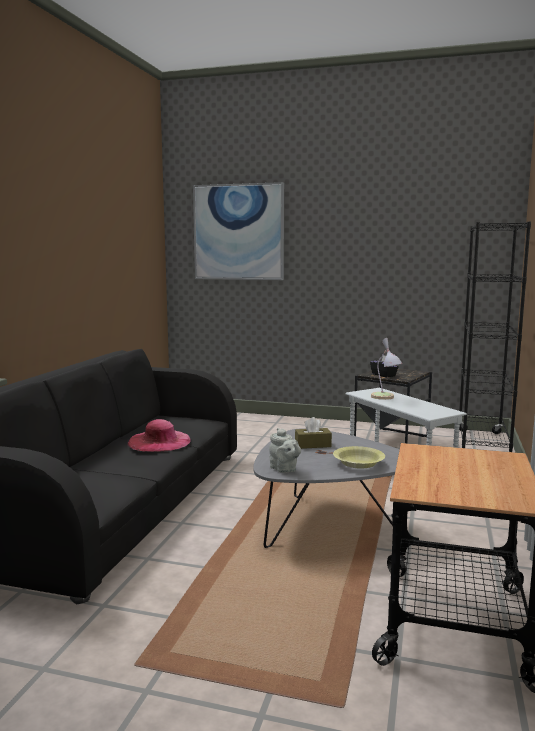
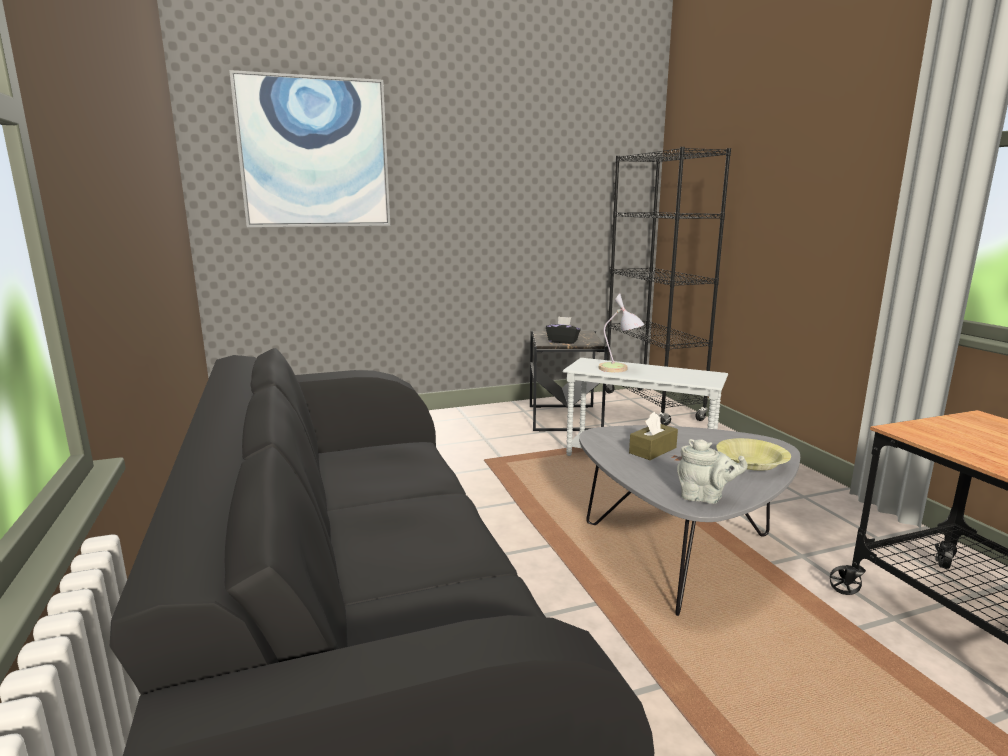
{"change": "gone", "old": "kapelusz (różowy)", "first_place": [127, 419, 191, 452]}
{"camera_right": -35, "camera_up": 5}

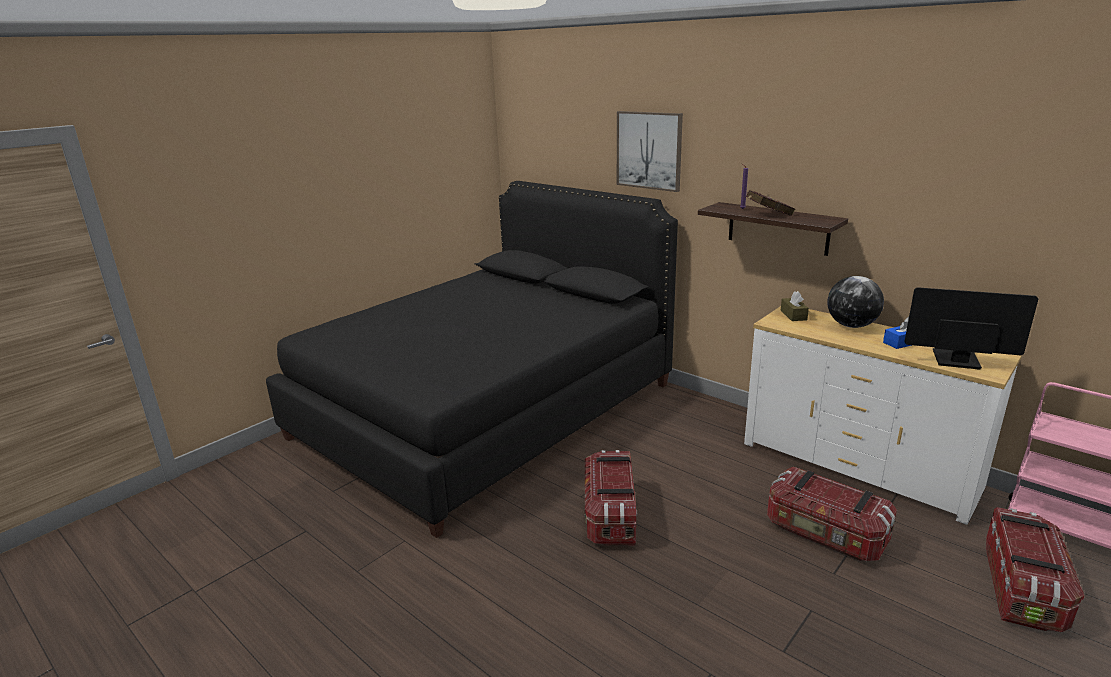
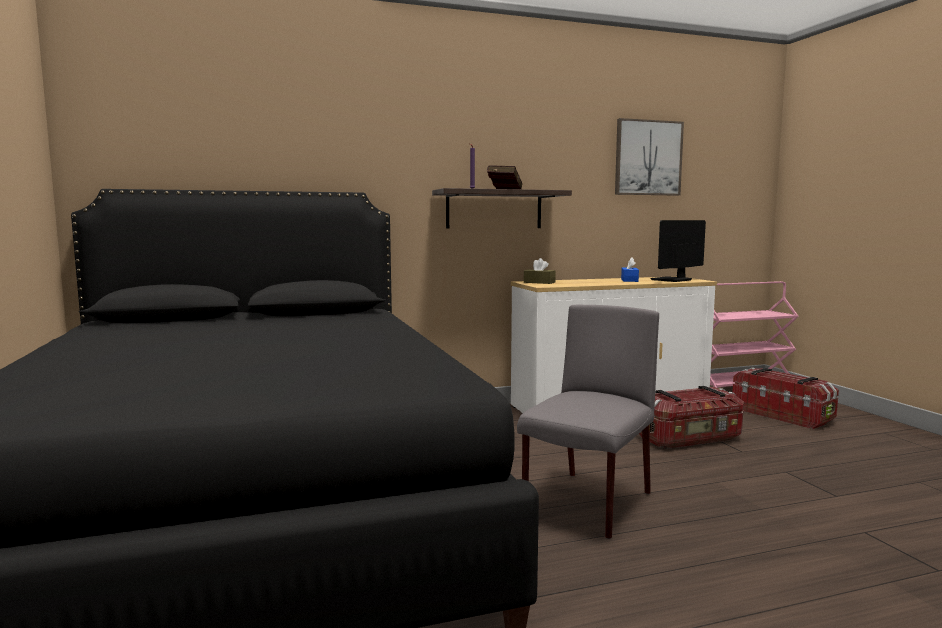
{"change": "shifted", "old": "obraz", "first_place": [617, 111, 683, 192], "second_place": [615, 118, 684, 196]}
{"change": "gone", "old": "globus", "first_place": [827, 276, 884, 328]}
{"change": "swapped", "old": "pojemnik do przechowywania", "new": "krzesło (szary)", "first_place": [585, 450, 637, 546], "second_place": [517, 305, 659, 539]}
{"camera_right": -60, "camera_up": -15}

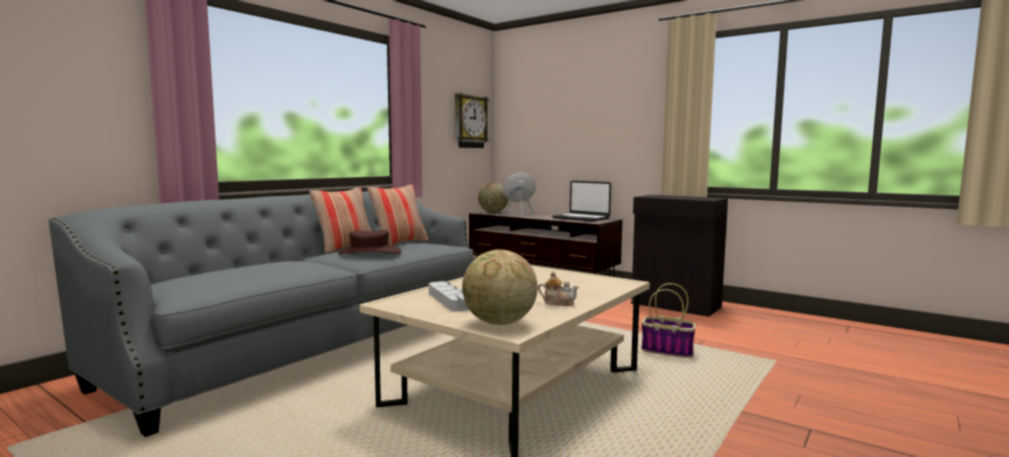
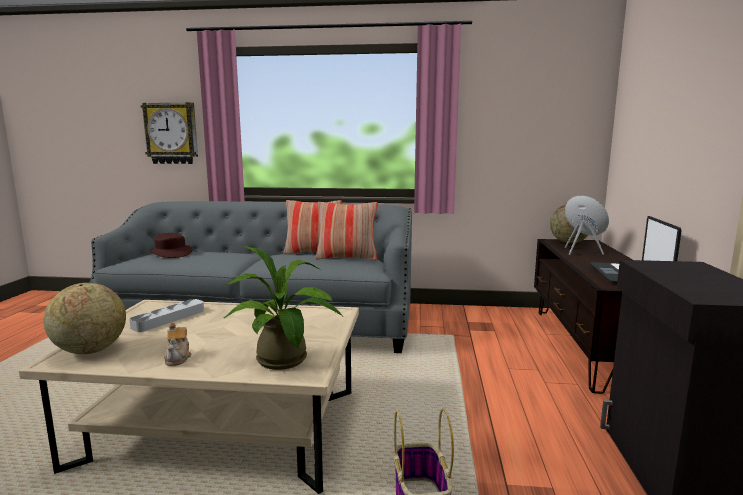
{"change": "shifted", "old": "zegar ścienny", "first_place": [455, 93, 489, 148], "second_place": [141, 102, 198, 164]}
{"change": "shifted", "old": "kapelusz (brązowy)", "first_place": [338, 230, 401, 255], "second_place": [150, 233, 192, 258]}
{"change": "new", "new": "roślina doniczkowa", "second_place": [224, 246, 342, 370]}
{"camera_right": 60, "camera_up": 5}

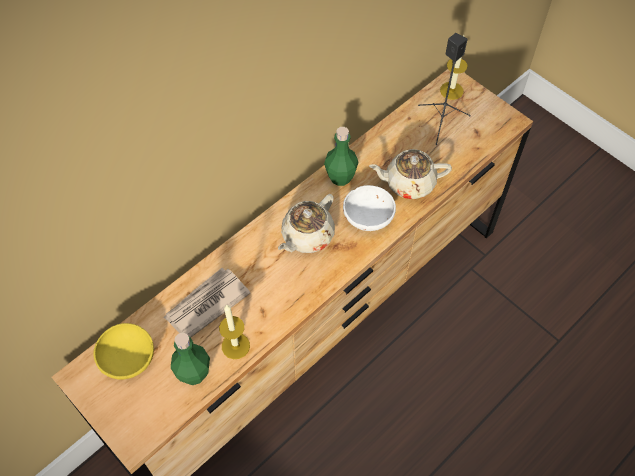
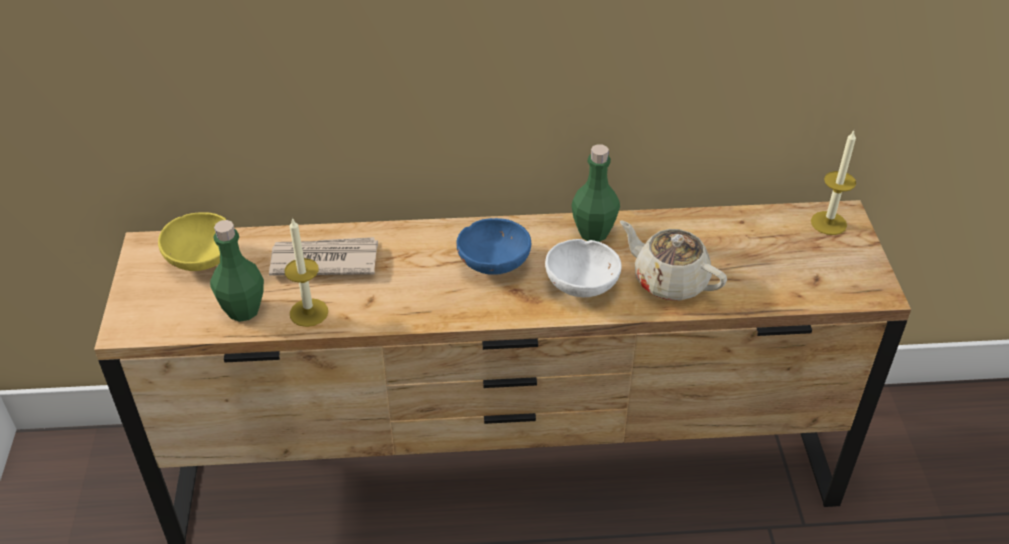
{"change": "gone", "old": "głośnik (czarny)", "first_place": [418, 33, 471, 145]}
{"change": "swapped", "old": "imbryk (beżowy)", "new": "miska (niebieski)", "first_place": [278, 194, 335, 253], "second_place": [456, 218, 531, 275]}
{"camera_right": 40, "camera_up": -15}

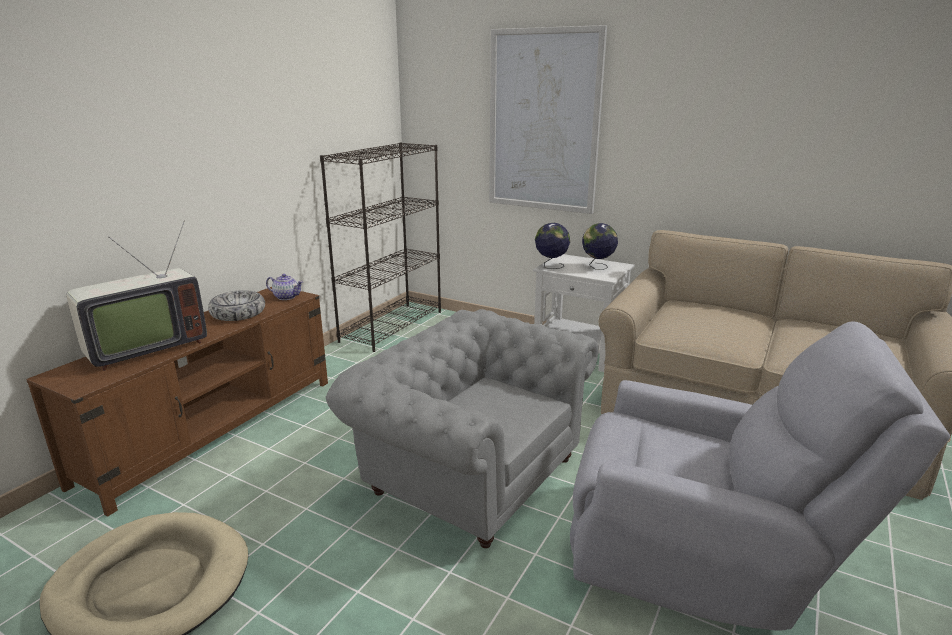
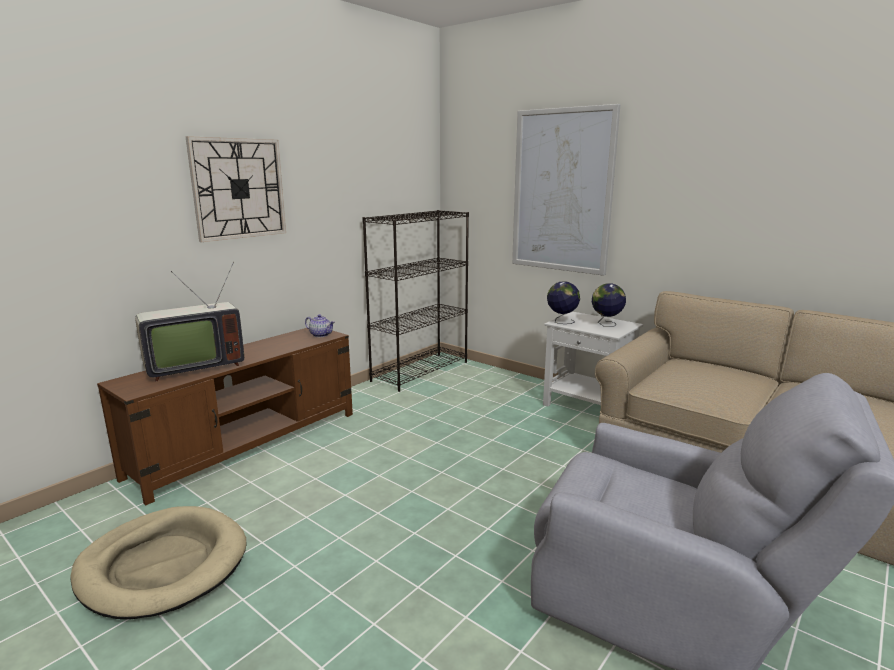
{"change": "gone", "old": "miska", "first_place": [208, 290, 265, 321]}
{"change": "gone", "old": "fotel (szary)", "first_place": [326, 309, 598, 548]}
{"change": "new", "new": "zegar ścienny", "second_place": [186, 136, 286, 242]}
{"camera_right": 10, "camera_up": -5}

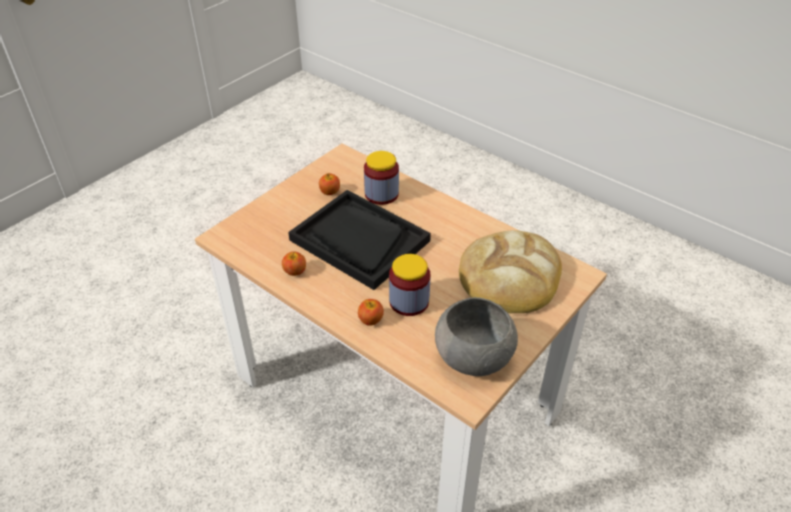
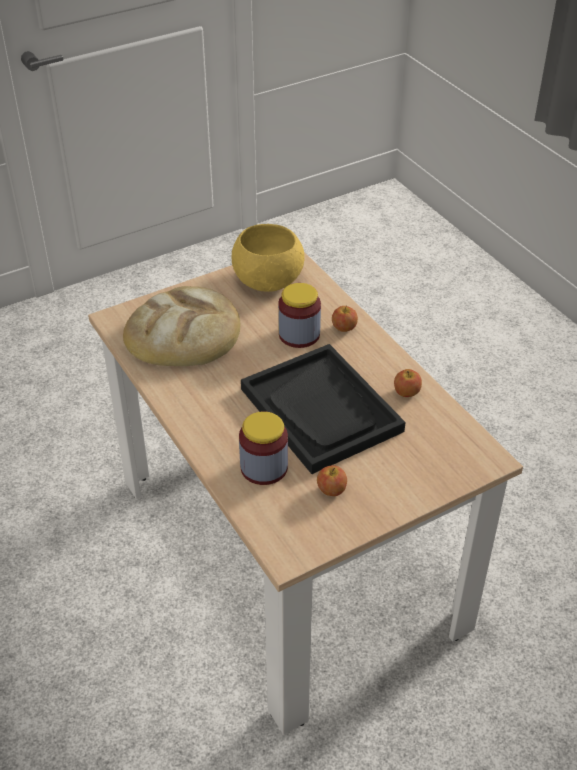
{"change": "repainted", "old": "miska (szary)", "new": "miska (żółty)", "first_place": [435, 297, 518, 376], "second_place": [231, 224, 304, 292]}
{"camera_right": -160, "camera_up": 0}

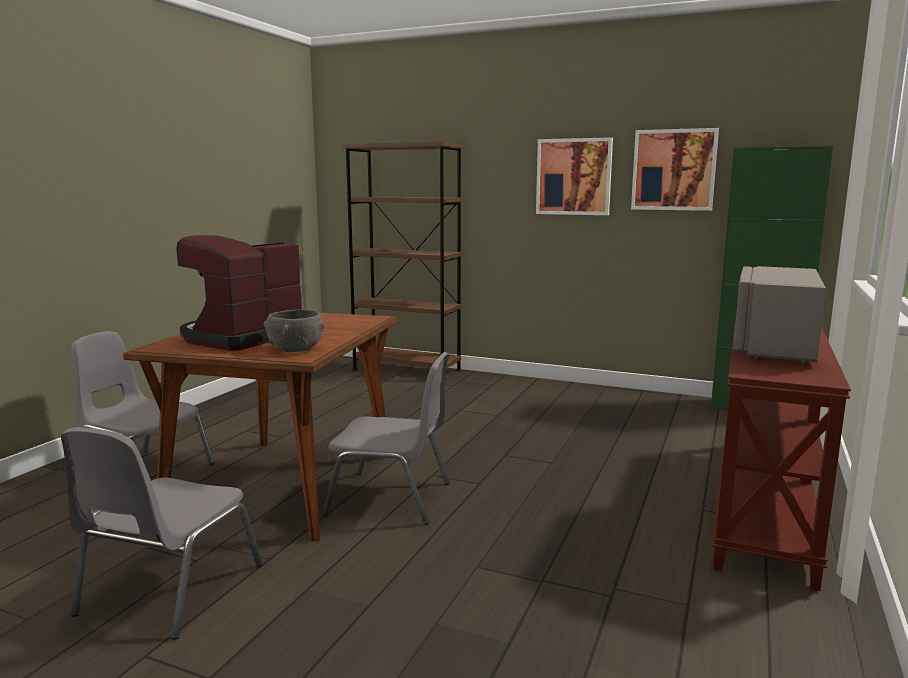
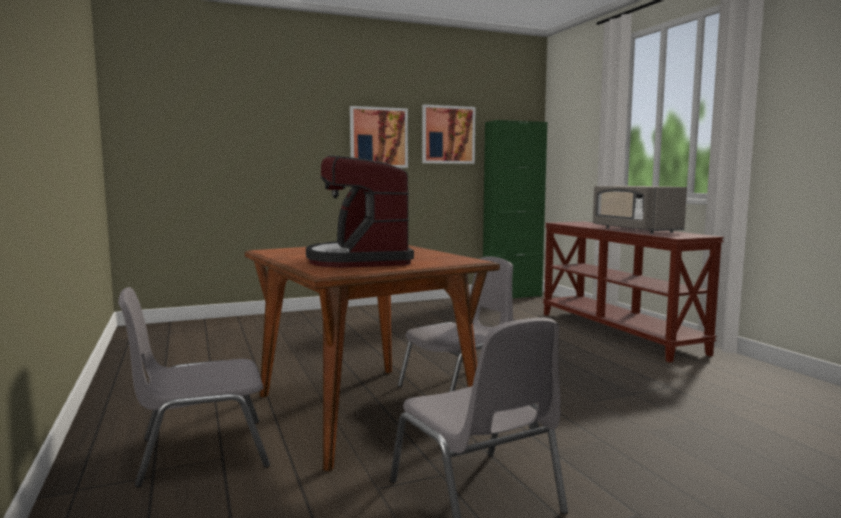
{"change": "gone", "old": "regał (brązowy)", "first_place": [343, 141, 464, 381]}
{"change": "gone", "old": "miska (szary)", "first_place": [263, 309, 324, 352]}
{"camera_right": -45, "camera_up": -5}

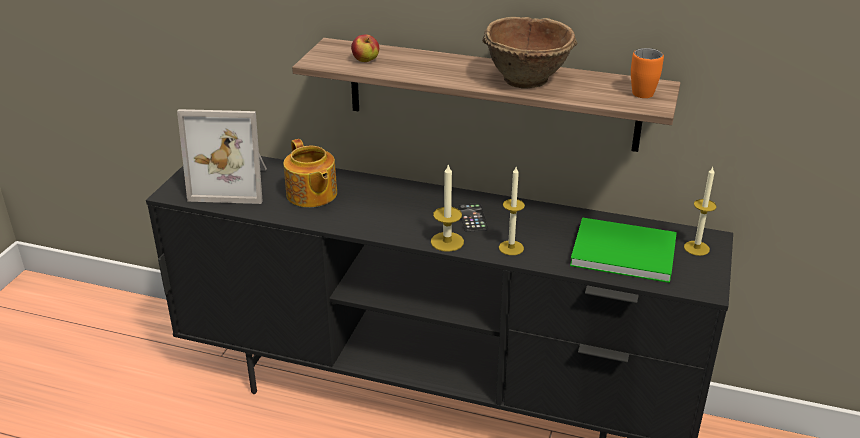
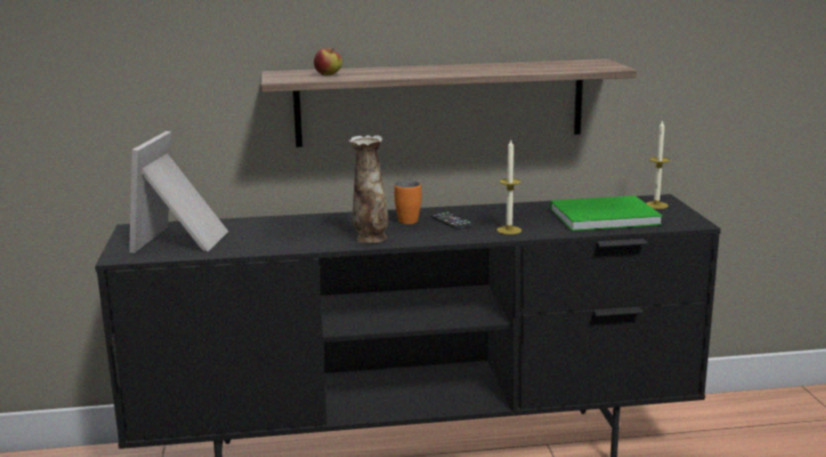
{"change": "gone", "old": "miska (brązowy)", "first_place": [482, 17, 578, 88]}
{"change": "shifted", "old": "kubek (pomarańczowy)", "first_place": [631, 48, 664, 98], "second_place": [394, 181, 421, 224]}
{"change": "rotated", "old": "ramka na zdjęcie", "first_place": [177, 109, 267, 204], "second_place": [129, 131, 229, 253], "degrees": 120}
{"change": "gone", "old": "imbryk", "first_place": [283, 139, 337, 208]}
{"change": "gone", "old": "świeca", "first_place": [431, 163, 464, 252]}
{"change": "new", "new": "wazon", "second_place": [349, 135, 388, 243]}
{"camera_right": -25, "camera_up": -15}

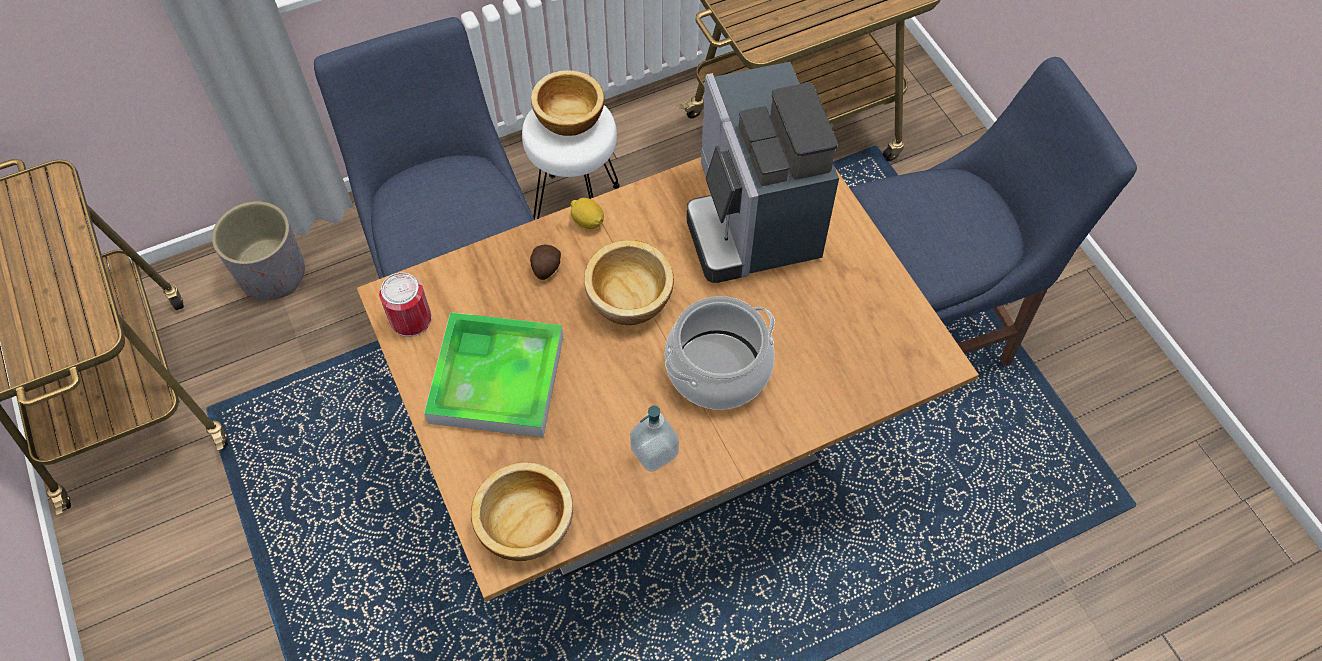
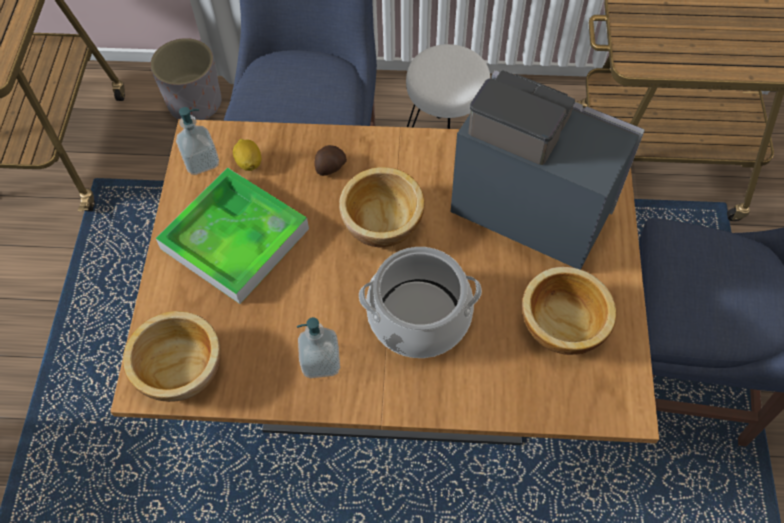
{"change": "rotated", "old": "ekspres do kawy", "first_place": [687, 62, 839, 283], "second_place": [451, 70, 645, 270], "degrees": 105}
{"change": "shifted", "old": "miska", "first_place": [531, 70, 604, 136], "second_place": [522, 267, 616, 355]}
{"change": "shifted", "old": "cytryna", "first_place": [571, 198, 604, 229], "second_place": [233, 139, 261, 171]}
{"change": "swapped", "old": "puszka", "new": "dozownik mydła", "first_place": [379, 273, 431, 337], "second_place": [176, 107, 219, 175]}
{"camera_right": 30, "camera_up": 0}

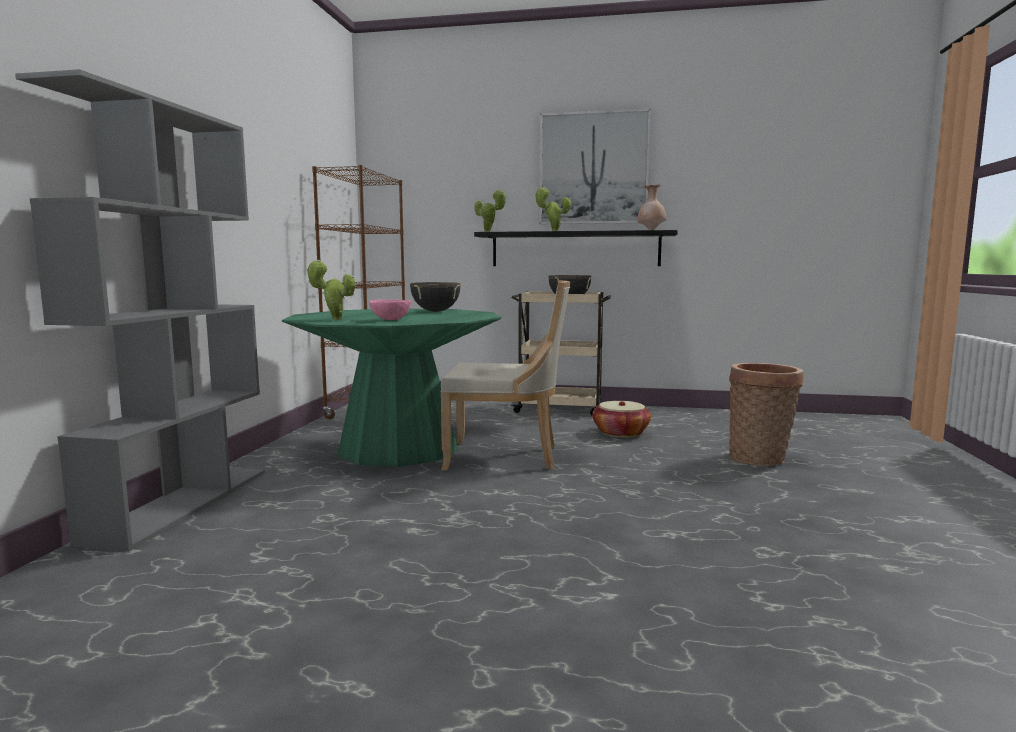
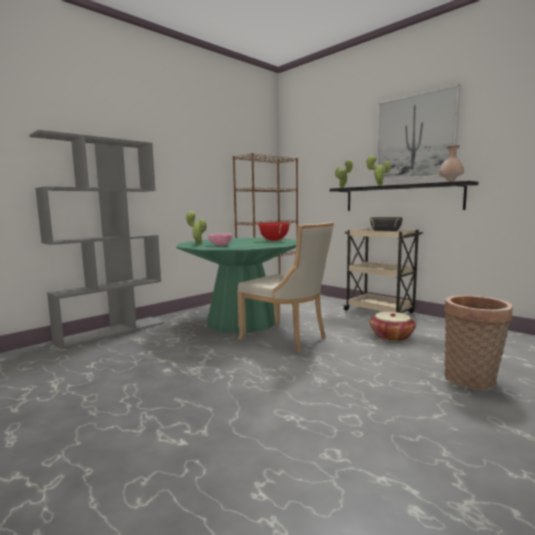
{"change": "repainted", "old": "garnek (czarny)", "new": "garnek (czerwony)", "first_place": [410, 282, 461, 312], "second_place": [255, 222, 292, 241]}
{"camera_right": 35, "camera_up": 0}

